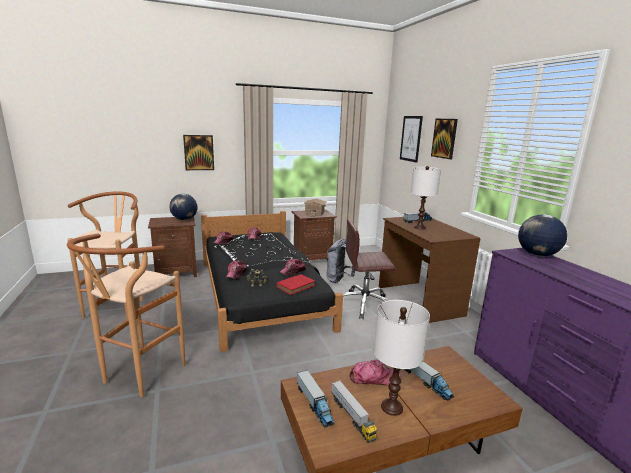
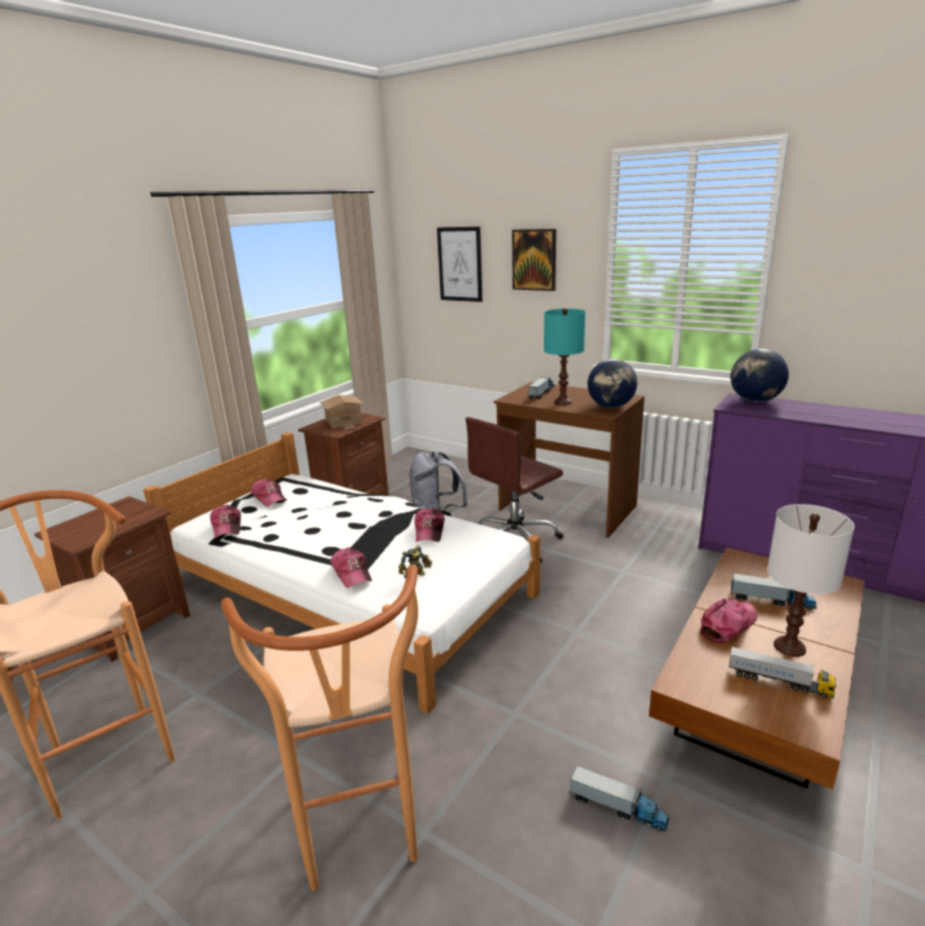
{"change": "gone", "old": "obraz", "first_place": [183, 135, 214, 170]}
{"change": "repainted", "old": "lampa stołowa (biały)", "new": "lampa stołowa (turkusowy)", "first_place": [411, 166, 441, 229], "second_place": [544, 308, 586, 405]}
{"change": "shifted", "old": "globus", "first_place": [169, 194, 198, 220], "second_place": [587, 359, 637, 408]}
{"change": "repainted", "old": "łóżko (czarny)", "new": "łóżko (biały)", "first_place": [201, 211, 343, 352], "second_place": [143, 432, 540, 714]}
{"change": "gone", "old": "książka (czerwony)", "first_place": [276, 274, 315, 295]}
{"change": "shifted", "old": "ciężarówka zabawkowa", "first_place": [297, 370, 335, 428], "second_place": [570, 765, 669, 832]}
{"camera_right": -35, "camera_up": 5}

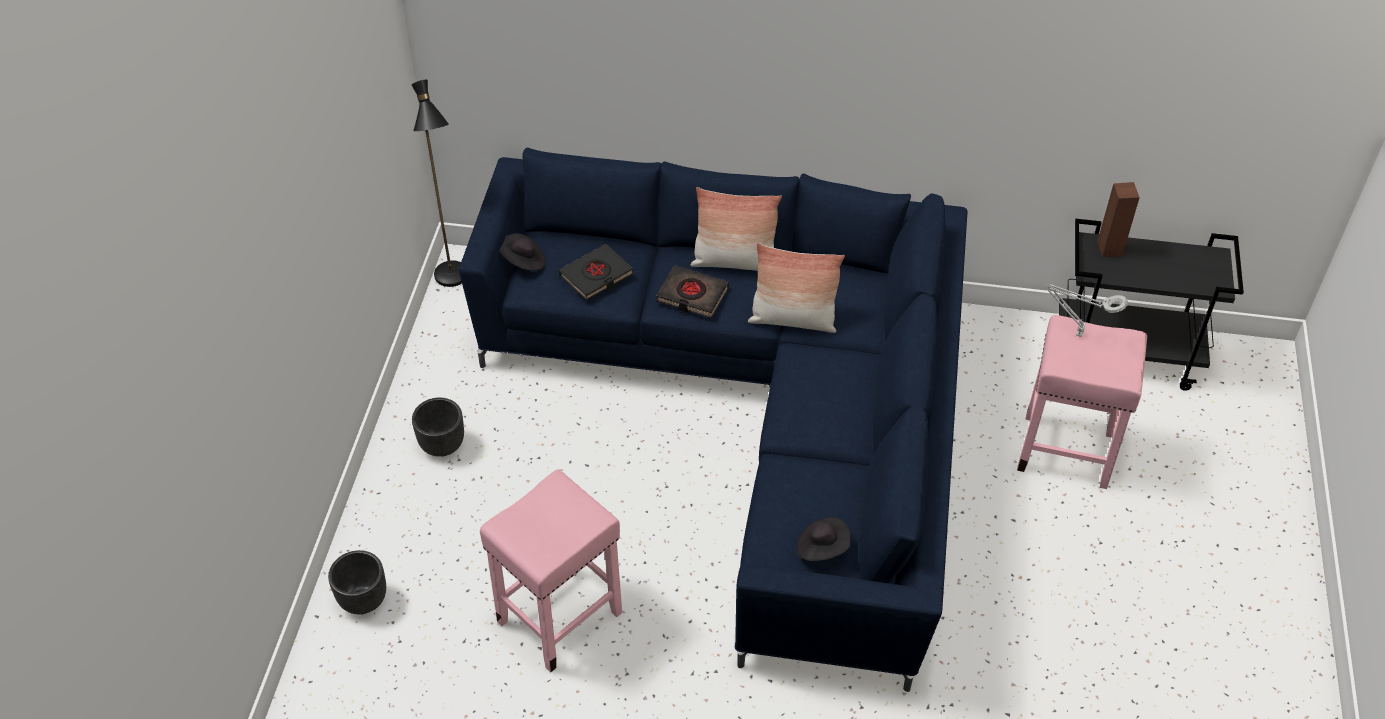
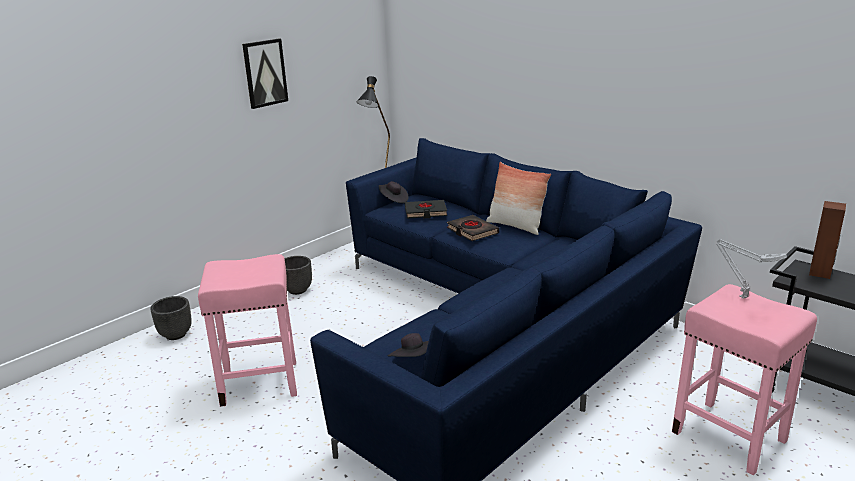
{"change": "gone", "old": "poduszka", "first_place": [748, 243, 845, 333]}
{"change": "new", "new": "obraz", "second_place": [242, 39, 288, 109]}
{"camera_right": 35, "camera_up": -25}

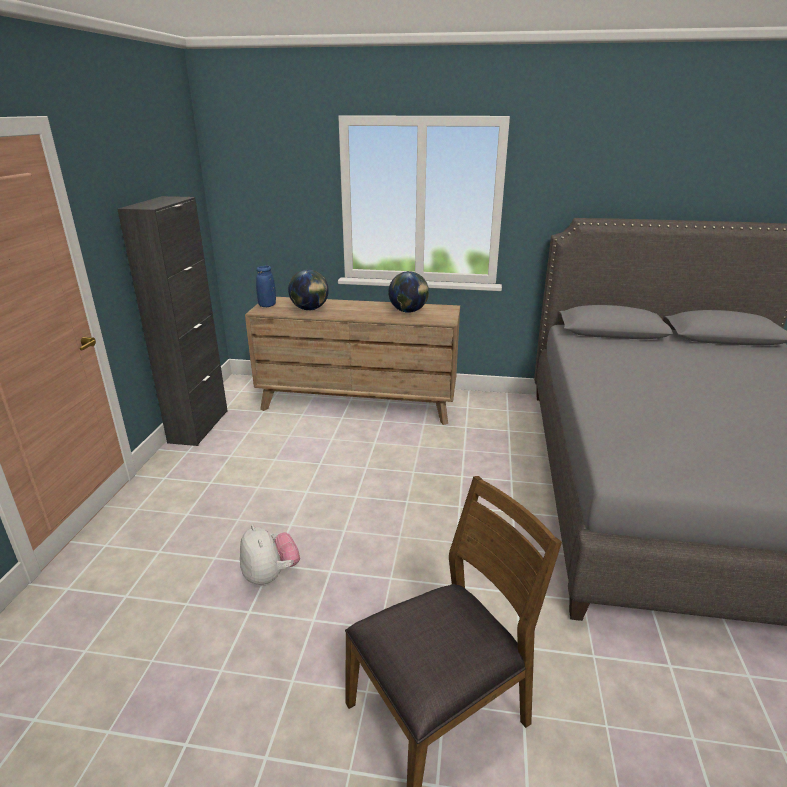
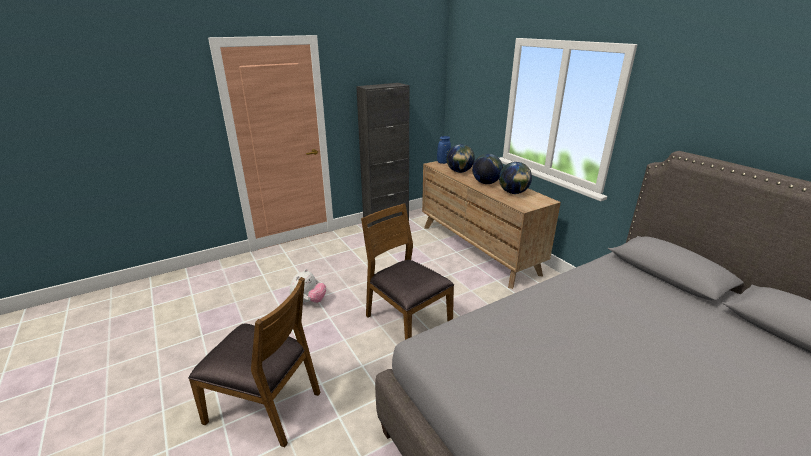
{"change": "new", "new": "globus", "second_place": [472, 154, 503, 184]}
{"change": "new", "new": "krzesło (brązowy)", "second_place": [361, 203, 454, 340]}
{"camera_right": 50, "camera_up": 0}

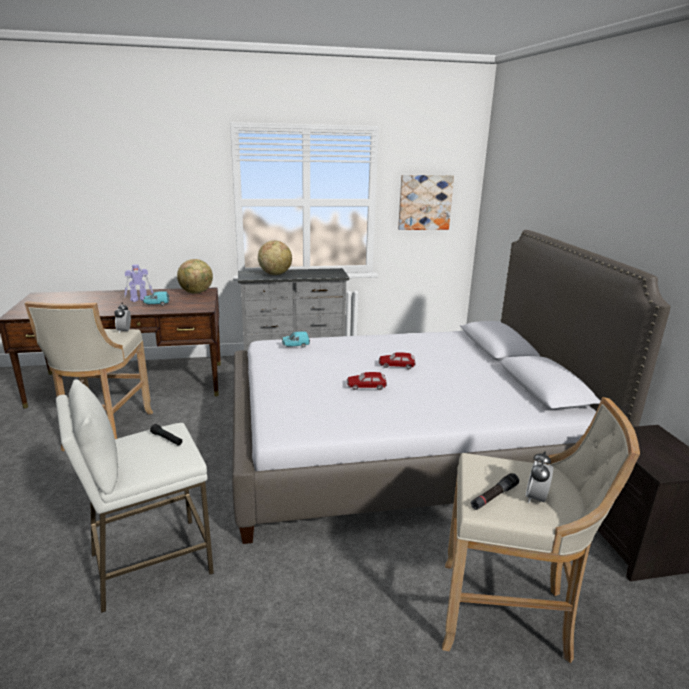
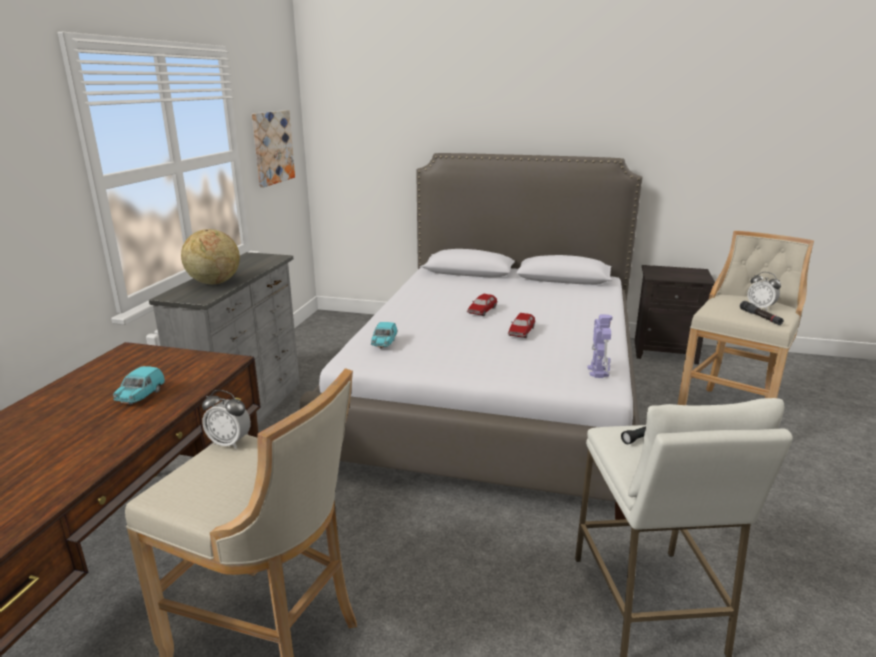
{"change": "gone", "old": "globus", "first_place": [177, 259, 213, 294]}
{"change": "shifted", "old": "robot zabawkowy", "first_place": [124, 264, 153, 302], "second_place": [587, 314, 612, 378]}
{"camera_right": -65, "camera_up": 0}

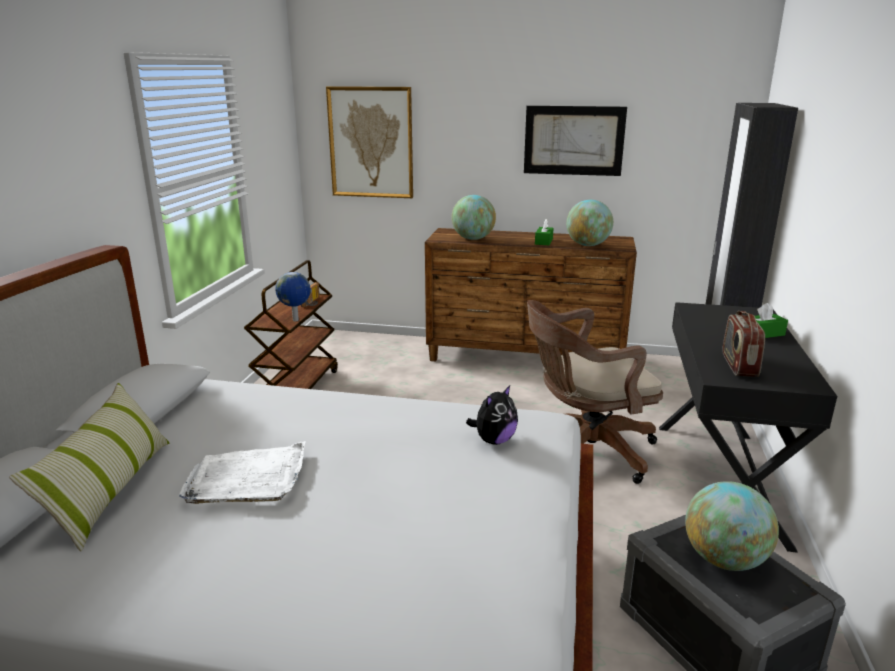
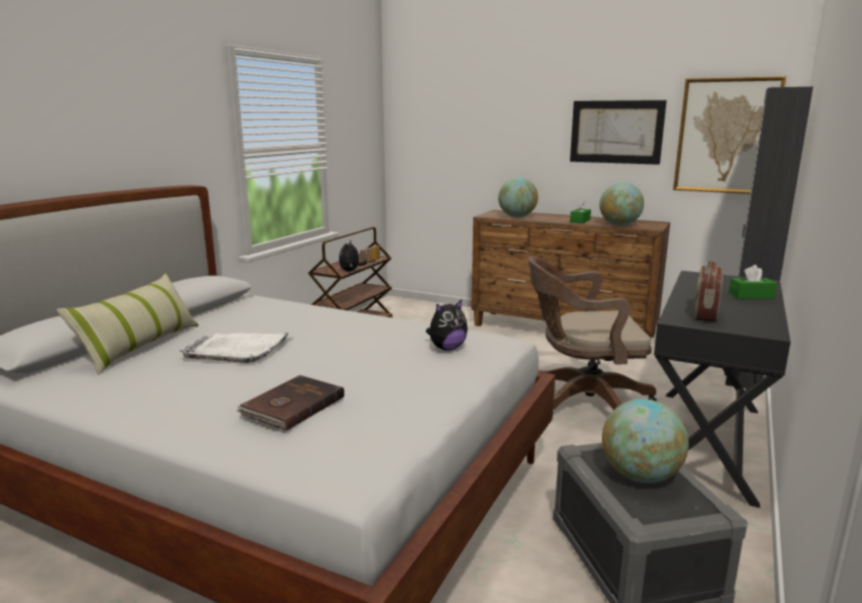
{"change": "shifted", "old": "obraz", "first_place": [326, 86, 413, 198], "second_place": [673, 76, 787, 194]}
{"change": "swapped", "old": "globus", "new": "pluszak", "first_place": [275, 272, 311, 321], "second_place": [339, 240, 367, 272]}
{"change": "new", "new": "książka (brązowy)", "second_place": [236, 375, 344, 431]}
{"camera_right": 15, "camera_up": -5}

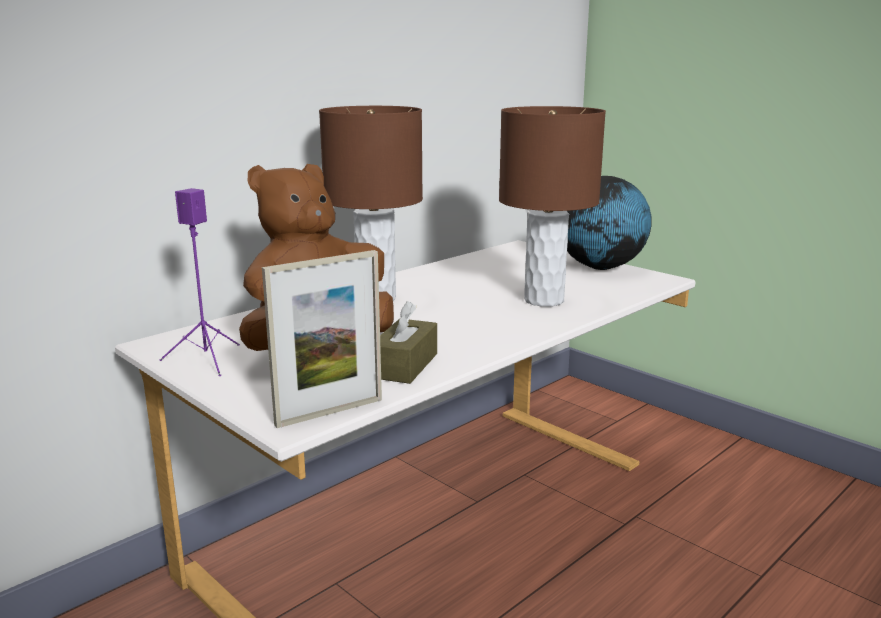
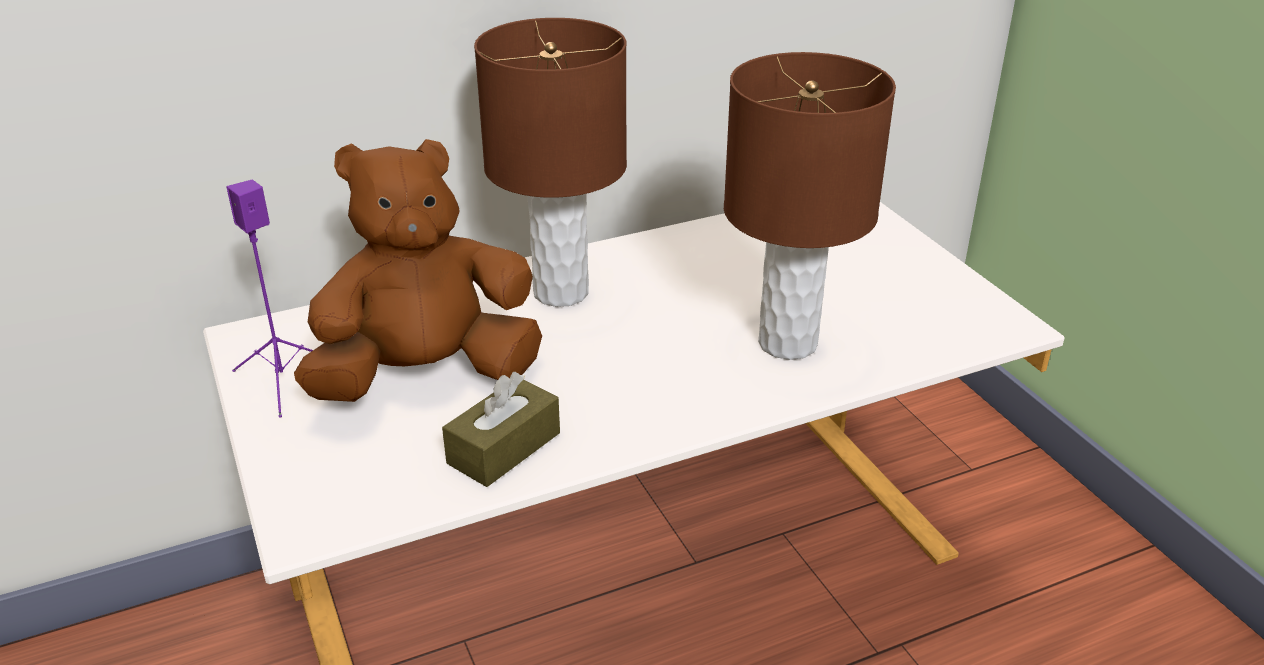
{"change": "gone", "old": "globus", "first_place": [567, 176, 652, 270]}
{"change": "gone", "old": "ramka na zdjęcie", "first_place": [262, 250, 382, 428]}
{"camera_right": 20, "camera_up": 15}

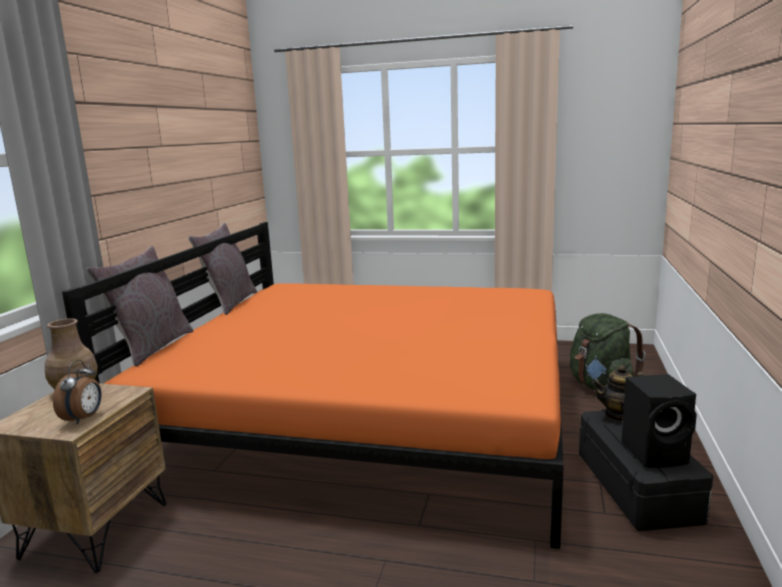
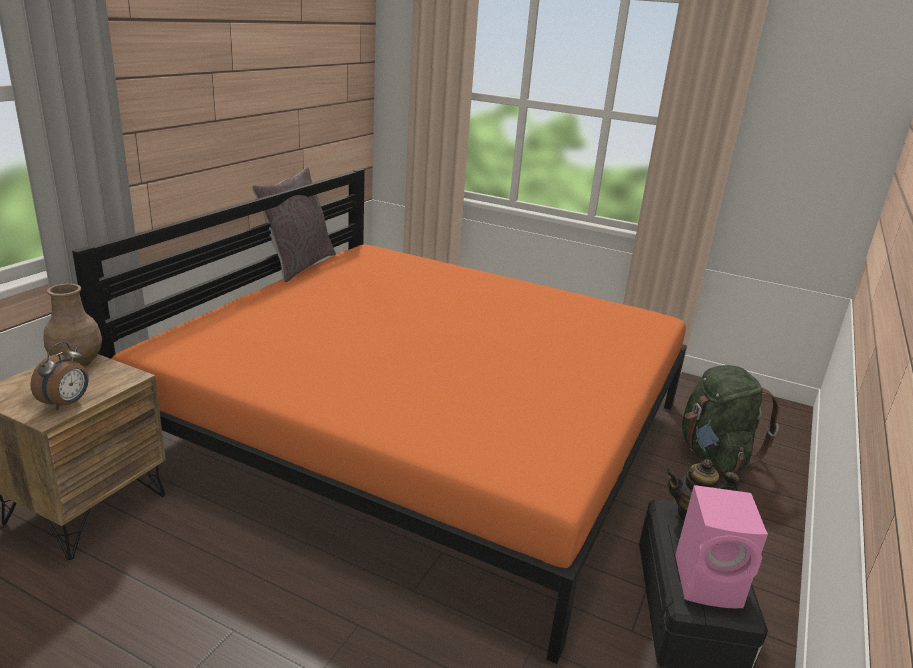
{"change": "gone", "old": "poduszka (szary)", "first_place": [86, 246, 193, 367]}
{"change": "repainted", "old": "głośnik (czarny)", "new": "głośnik (różowy)", "first_place": [621, 374, 697, 468], "second_place": [675, 485, 768, 608]}
{"camera_right": 10, "camera_up": 10}

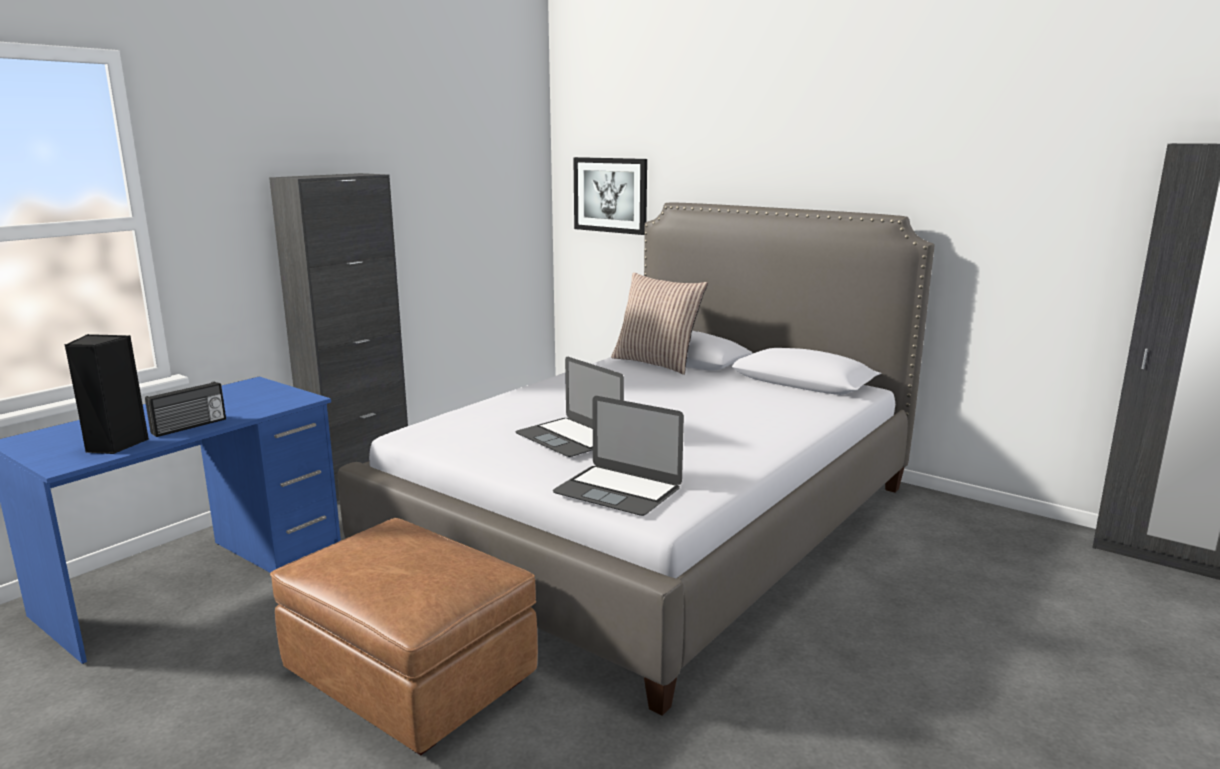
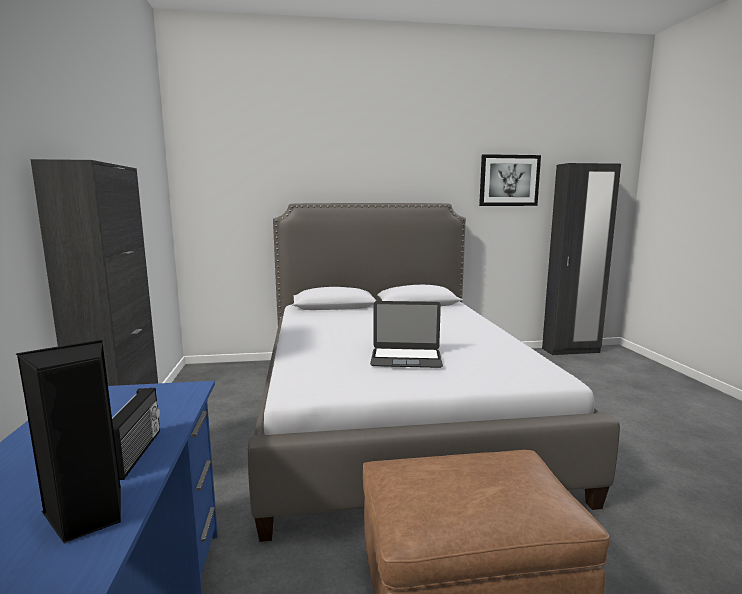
{"change": "shifted", "old": "obraz", "first_place": [573, 157, 647, 235], "second_place": [479, 154, 541, 206]}
{"change": "gone", "old": "poduszka", "first_place": [611, 272, 708, 375]}
{"change": "gone", "old": "laptop", "first_place": [553, 396, 684, 516]}
{"camera_right": -45, "camera_up": -5}

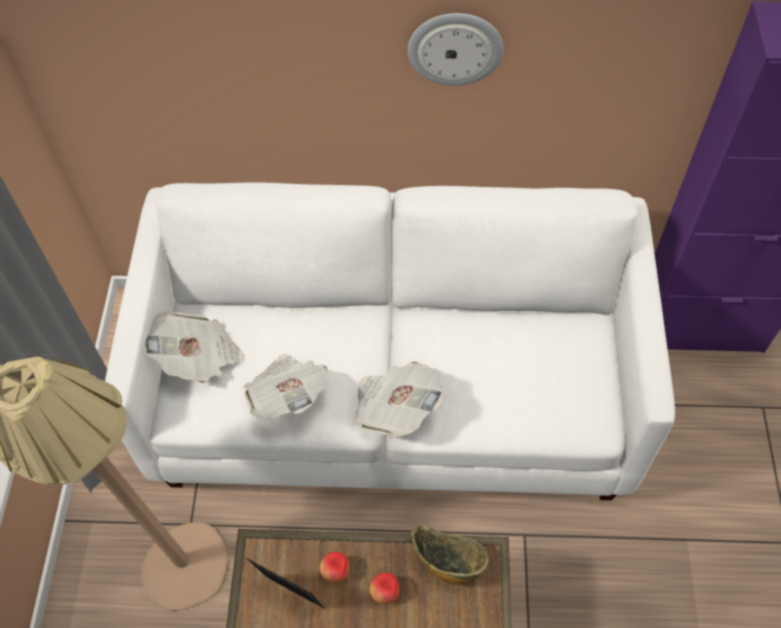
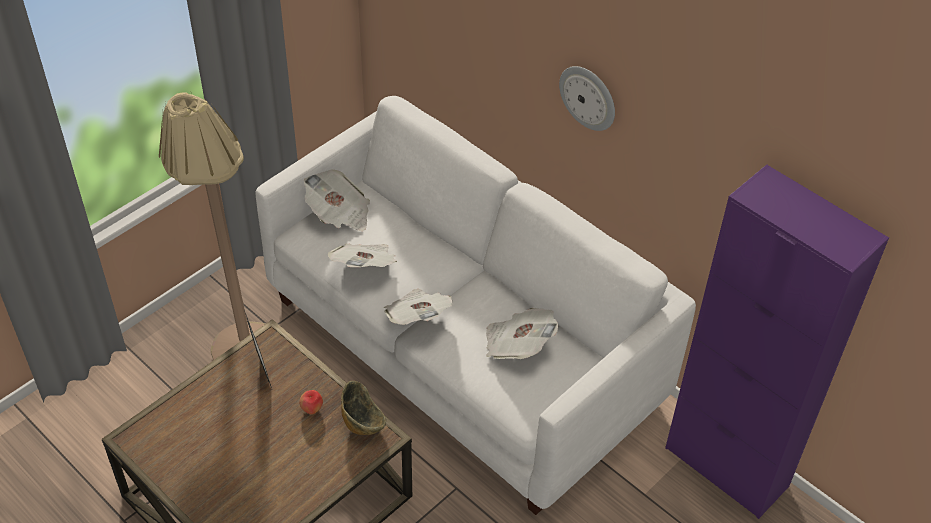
{"change": "gone", "old": "jabłko", "first_place": [320, 552, 349, 582]}
{"change": "new", "new": "gazeta", "second_place": [486, 308, 558, 359]}
{"camera_right": 40, "camera_up": -10}

